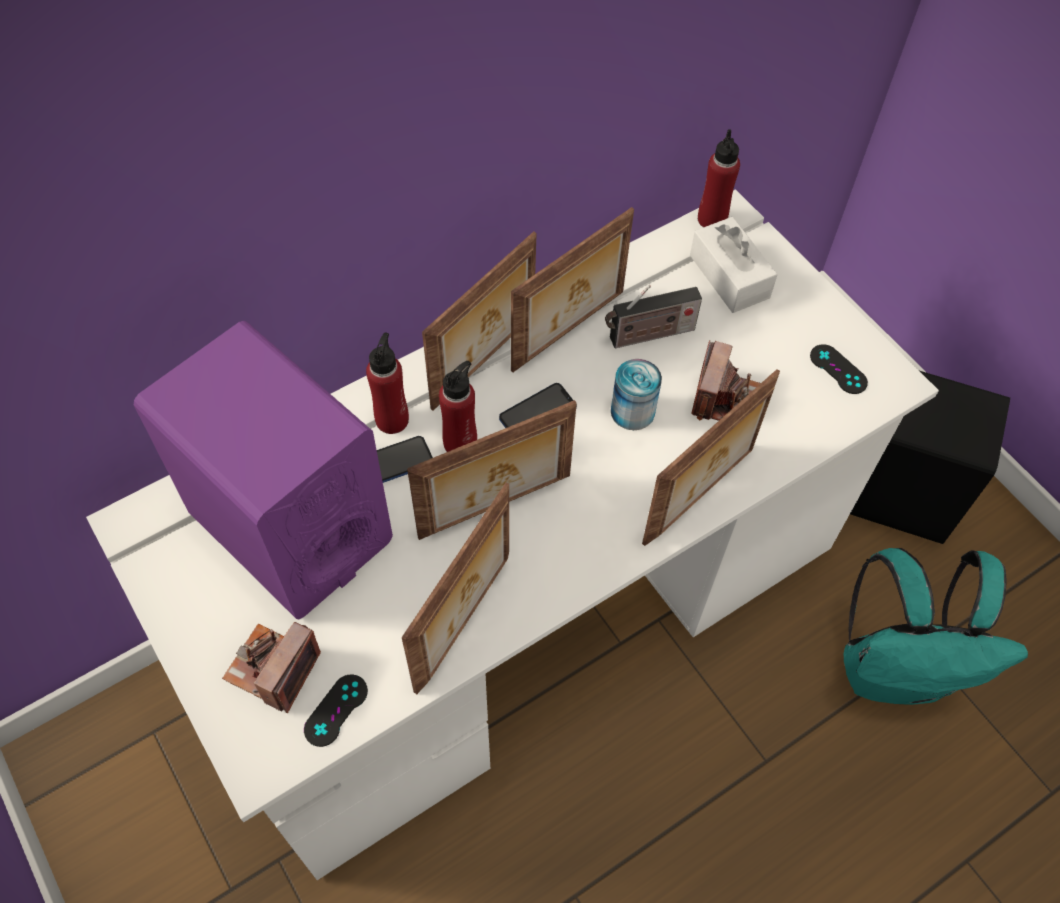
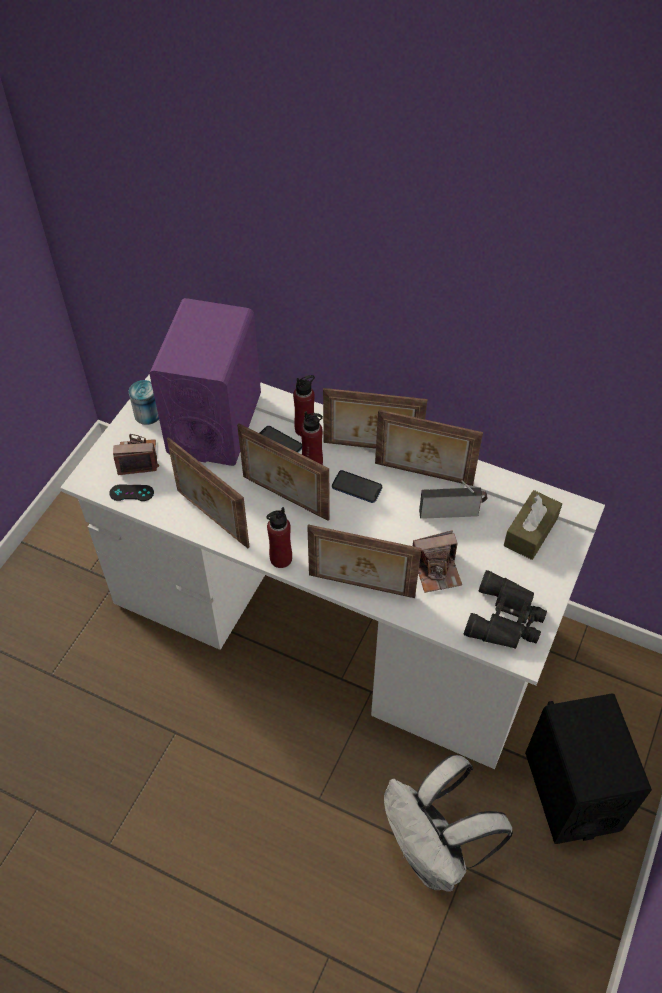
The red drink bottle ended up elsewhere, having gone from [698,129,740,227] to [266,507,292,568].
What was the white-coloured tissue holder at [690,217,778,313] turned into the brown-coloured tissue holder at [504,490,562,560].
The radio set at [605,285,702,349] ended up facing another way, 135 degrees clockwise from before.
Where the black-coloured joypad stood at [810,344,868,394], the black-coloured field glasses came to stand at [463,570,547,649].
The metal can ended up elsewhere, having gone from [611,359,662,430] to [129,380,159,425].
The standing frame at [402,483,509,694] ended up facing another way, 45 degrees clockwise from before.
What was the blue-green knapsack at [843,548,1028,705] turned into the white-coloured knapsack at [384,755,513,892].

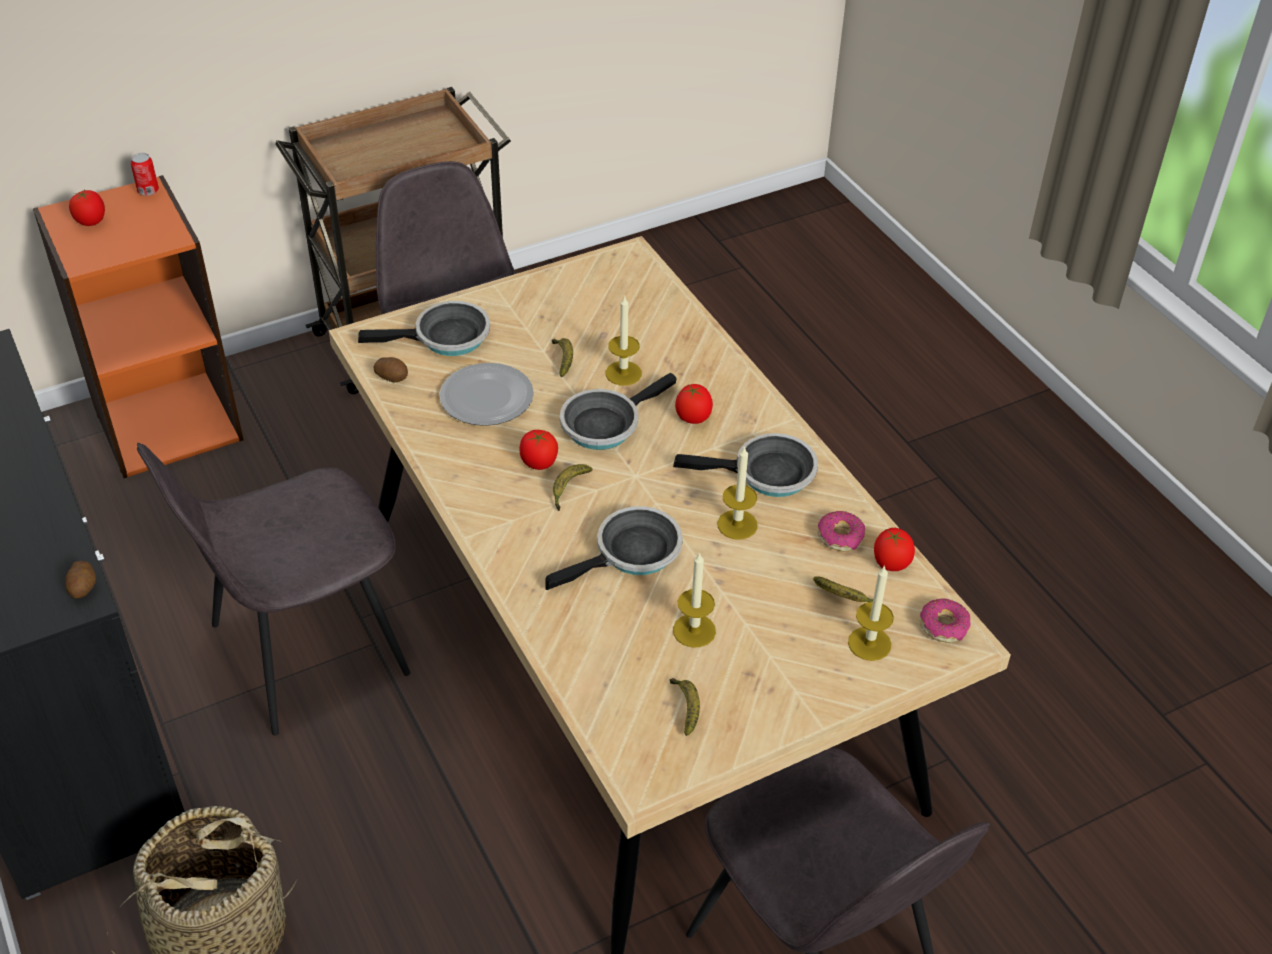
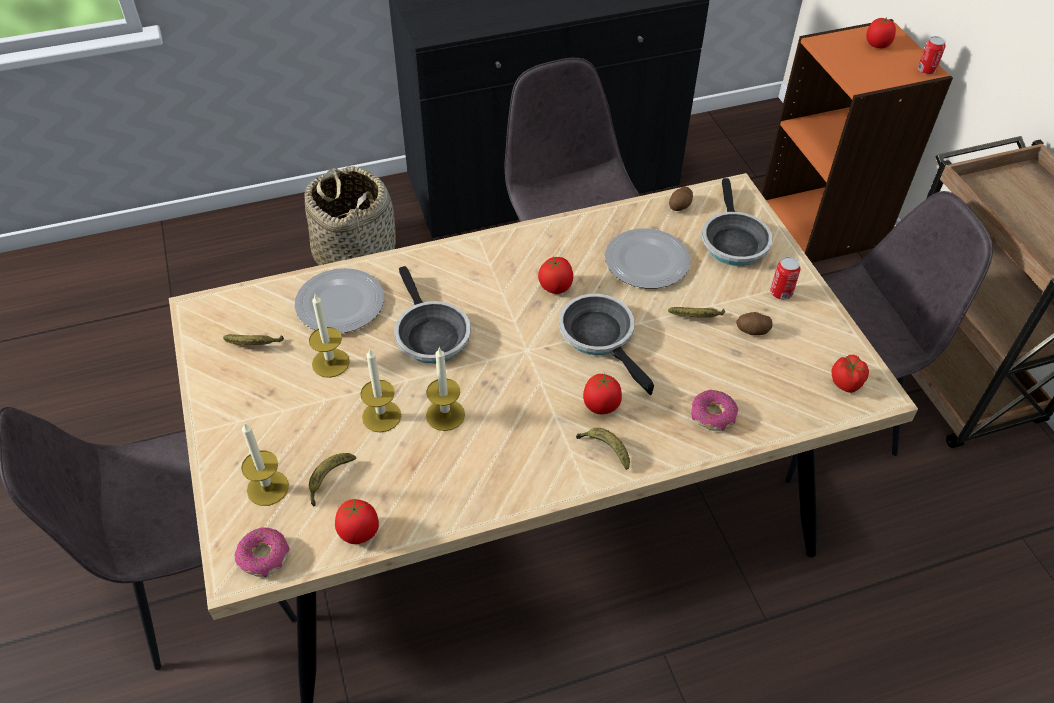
The wax candle ended up elsewhere, having gone from [606,295,642,385] to [360,348,401,433].
The second view lost the frying pan at [673,433,818,497].
The banana ended up elsewhere, having gone from [553,464,593,511] to [576,428,630,470].
The donut ended up elsewhere, having gone from [817,511,865,552] to [691,390,738,431].
The whole potato ended up elsewhere, having gone from [65,561,96,599] to [736,312,773,335].
The second view gained the metal can at [770,257,801,300].
The second view gained the flat dish at [294,268,384,333].
The second view gained the tomato at [831,355,869,393].

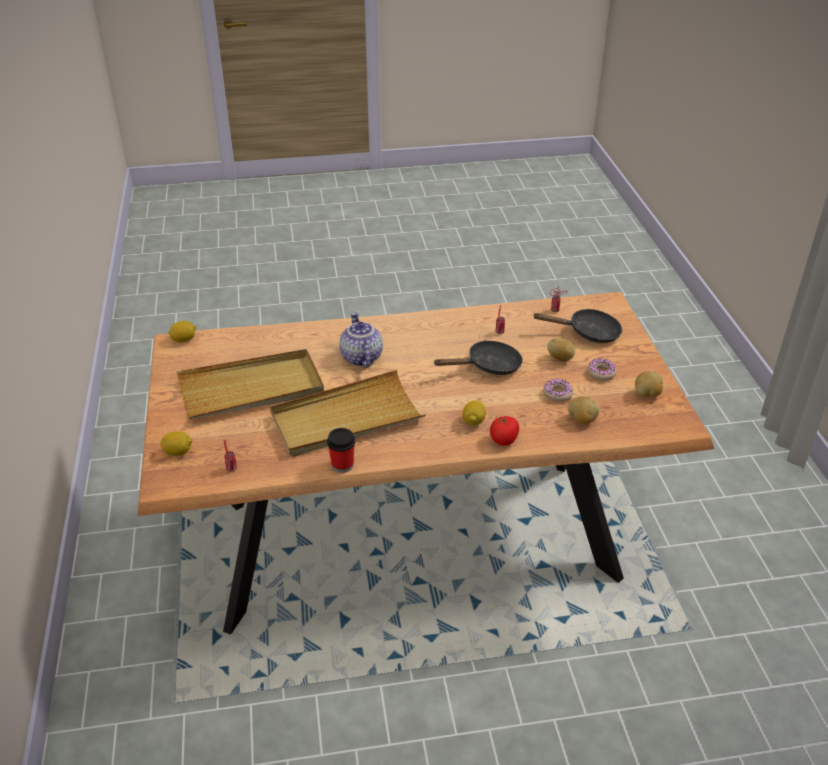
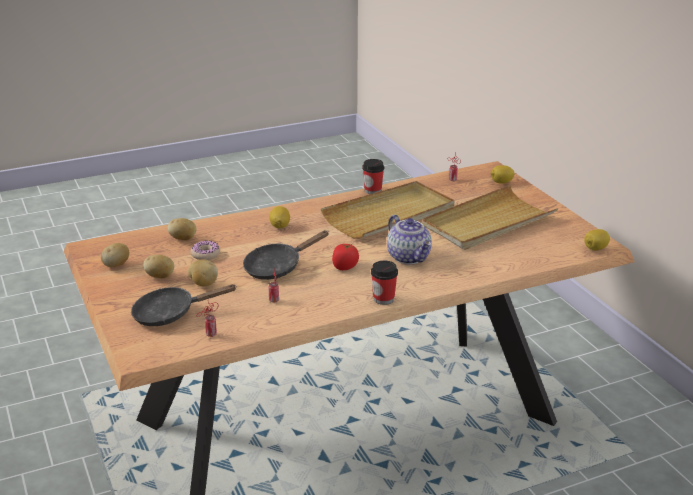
Where the donut stood at [587,358,617,381], the whole potato came to stand at [143,255,174,278].
The tomato ended up elsewhere, having gone from [490,416,519,446] to [332,244,359,270].
The second view gained the small cup at [371,261,398,305].

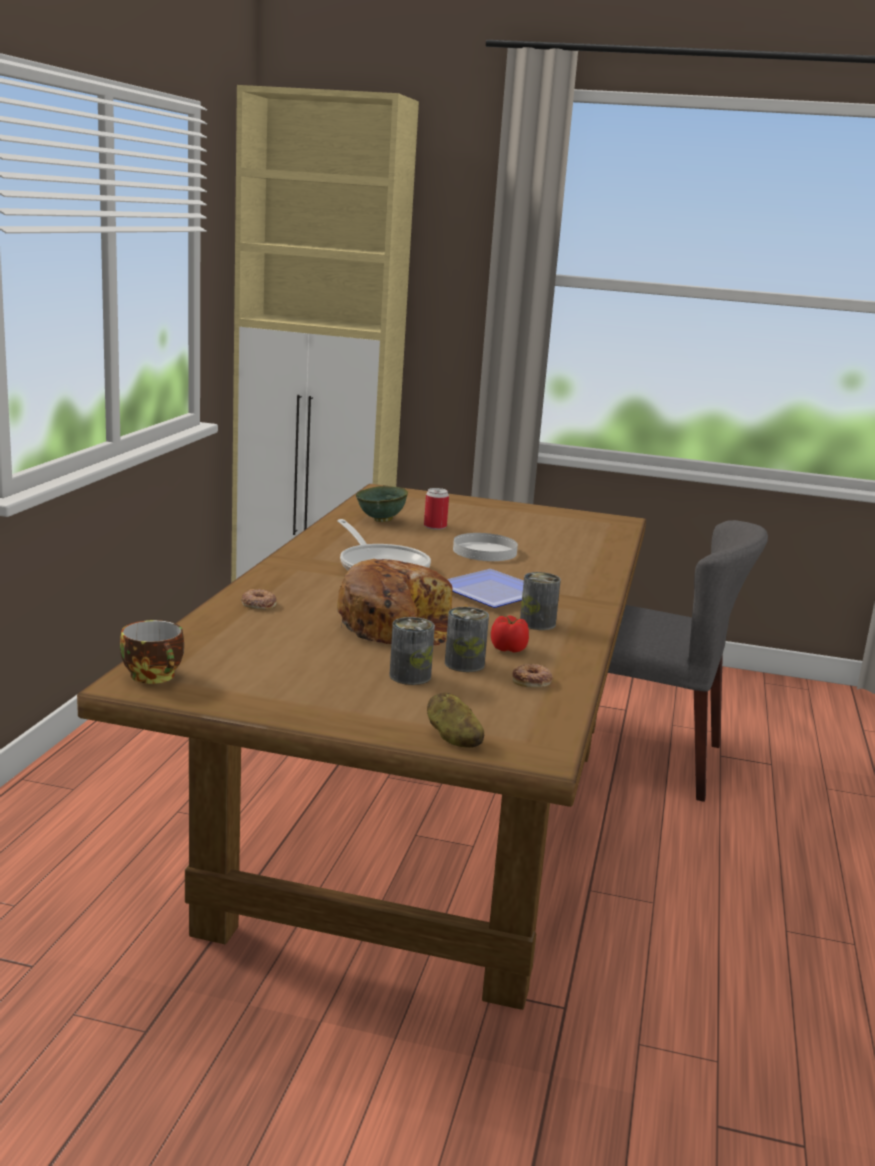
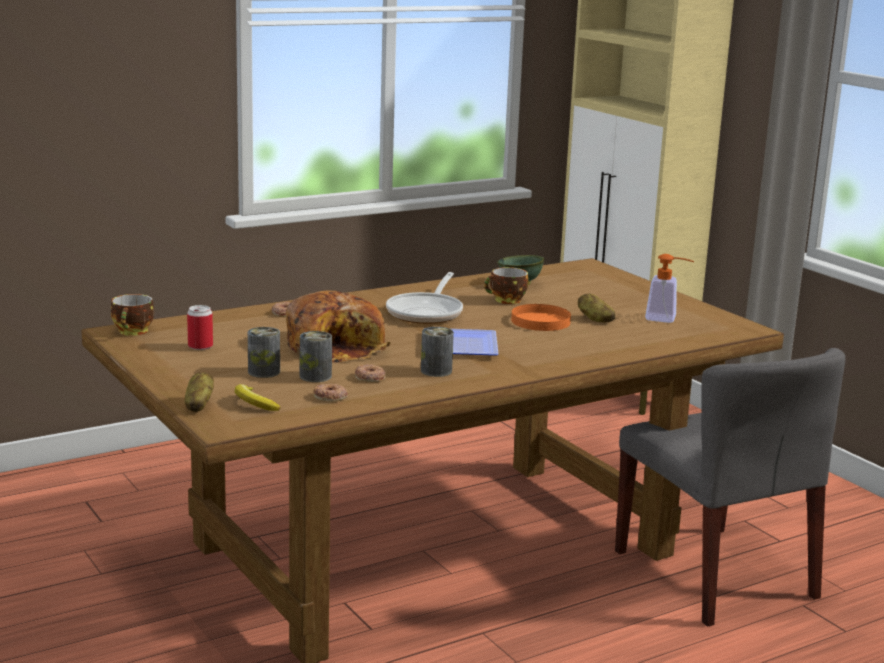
The metal can ended up elsewhere, having gone from [424,488,449,530] to [187,305,213,350].
What was the white-coloured flat dish at [453,533,518,561] turned into the orange flat dish at [511,304,571,331].
Where the tomato stood at [491,616,529,653], the donut came to stand at [355,364,385,382].
The second view gained the liquid soap bottle at [645,254,694,323].
The second view gained the small cup at [484,267,528,304].
The second view gained the whole potato at [578,293,615,322].
The second view gained the banana at [235,384,280,411].

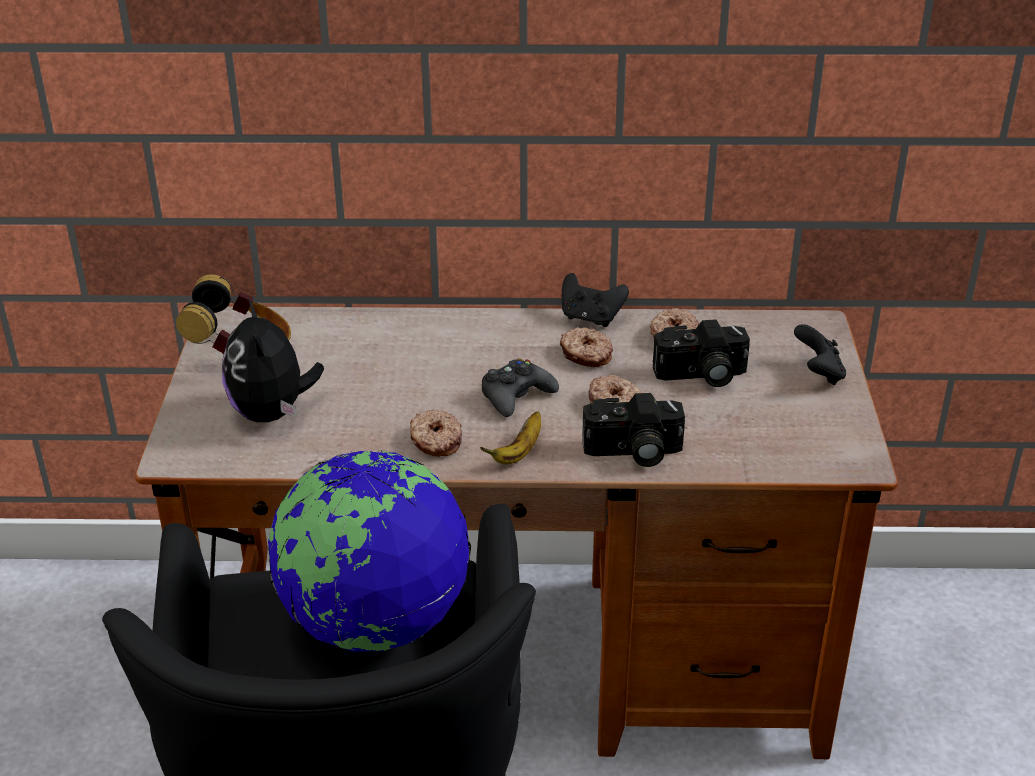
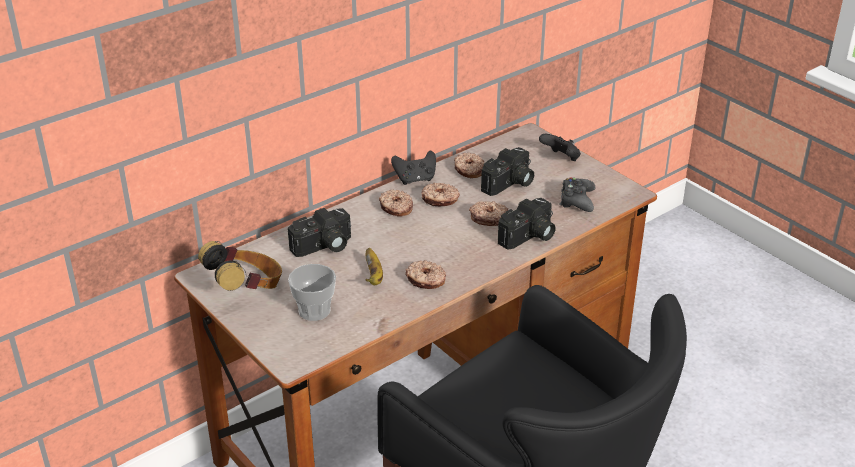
Where the soft toy stood at [222,298,324,422], the small cup came to stand at [288,264,336,321].
The black-coloured joypad ended up elsewhere, having gone from [482,358,559,417] to [559,178,595,212].
The banana ended up elsewhere, having gone from [480,411,541,464] to [366,248,383,285].
The second view lost the world globe at [268,451,471,652].
The second view gained the donut at [379,189,413,216].
The second view gained the still camera at [288,208,351,257].

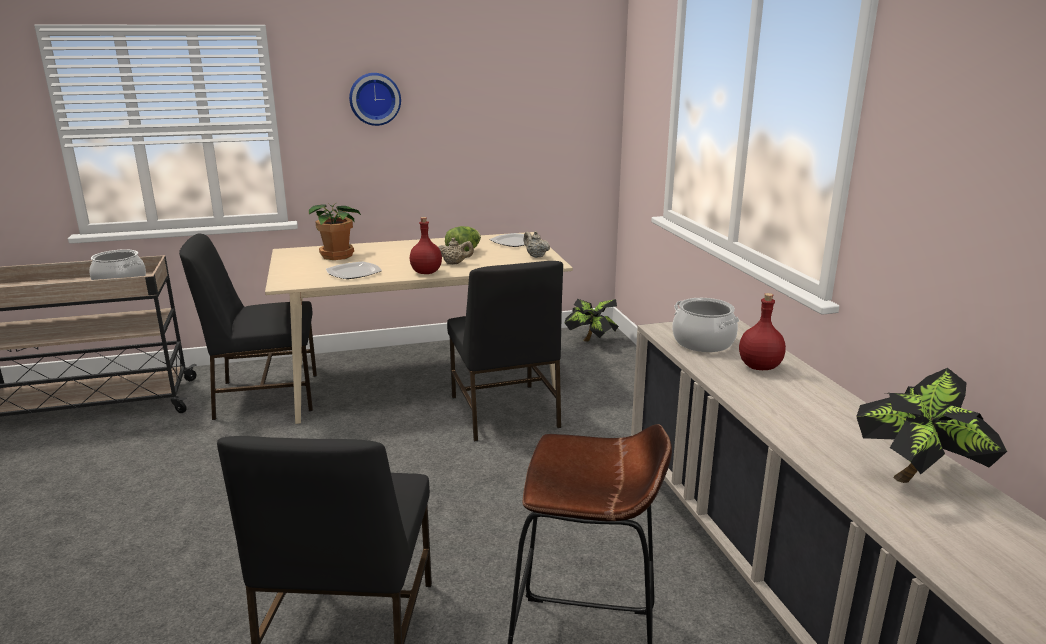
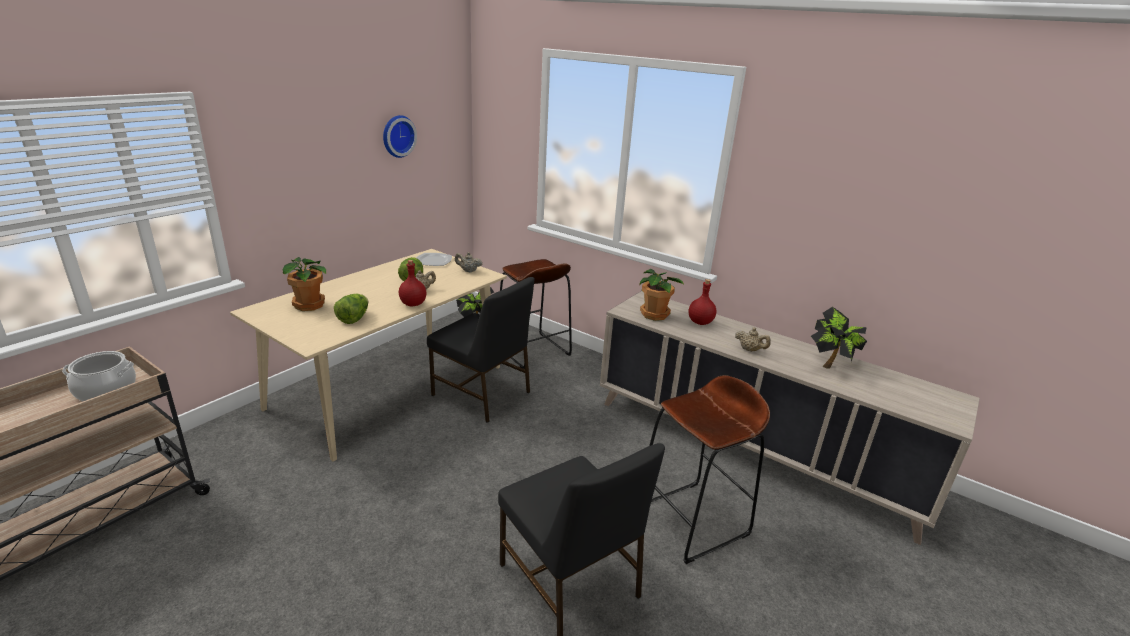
The hanging clock ended up elsewhere, having gone from [349,73,401,126] to [383,115,417,158].
The second view lost the black-coloured upright chair at [179,234,317,420].
Where the flat dish stood at [326,261,382,279], the head of lettuce came to stand at [334,294,368,324].
Where the saucepot stood at [672,298,739,352], the plant in a pot came to stand at [639,269,685,321].
The second view gained the brown-coloured stool seat at [500,259,572,369].
The second view gained the beige pot for tea at [735,327,771,352].

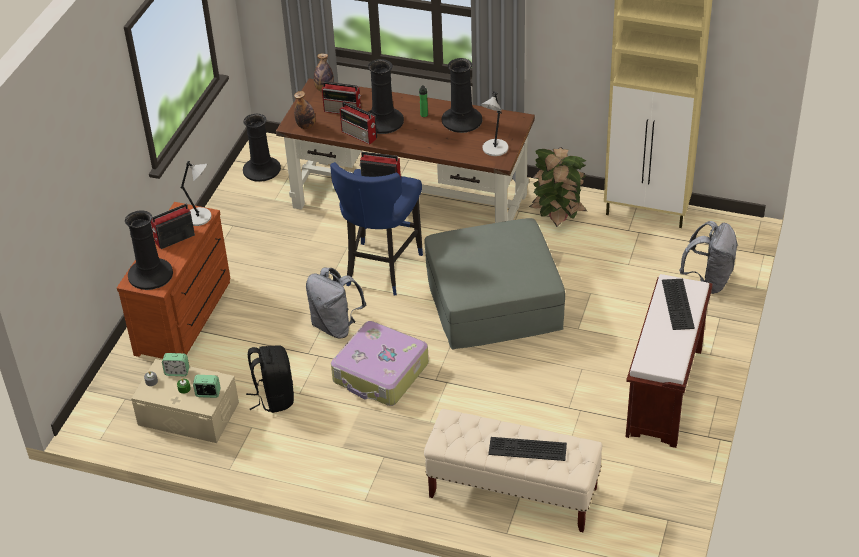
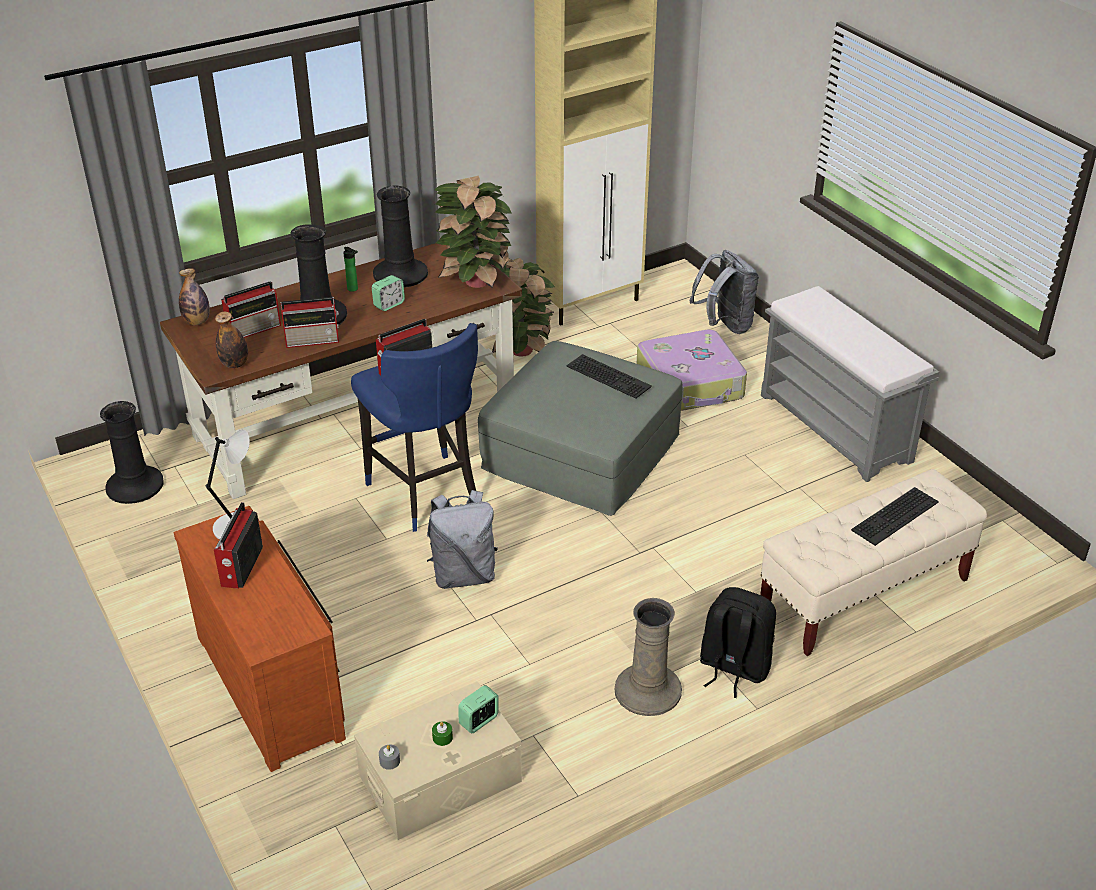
Where the greyish lamp for a table stood at [481,92,509,156], the plant in a pot came to stand at [434,176,513,288].
The second view lost the black-coloured decorative vase at [125,210,173,290].
What was the brown-coloured long seat at [626,274,713,448] turned into the greyish long seat at [761,286,939,482].
The keyboard ended up elsewhere, having gone from [662,279,695,330] to [566,354,652,399].
The piece of luggage ended up elsewhere, having gone from [331,321,429,406] to [637,329,747,411].
The black-coloured knapsack ended up elsewhere, having gone from [246,345,294,413] to [700,587,776,698].
The table clock ended up elsewhere, having gone from [162,353,189,376] to [372,275,405,311].
The second view gained the beige decorative vase at [615,598,682,716].

